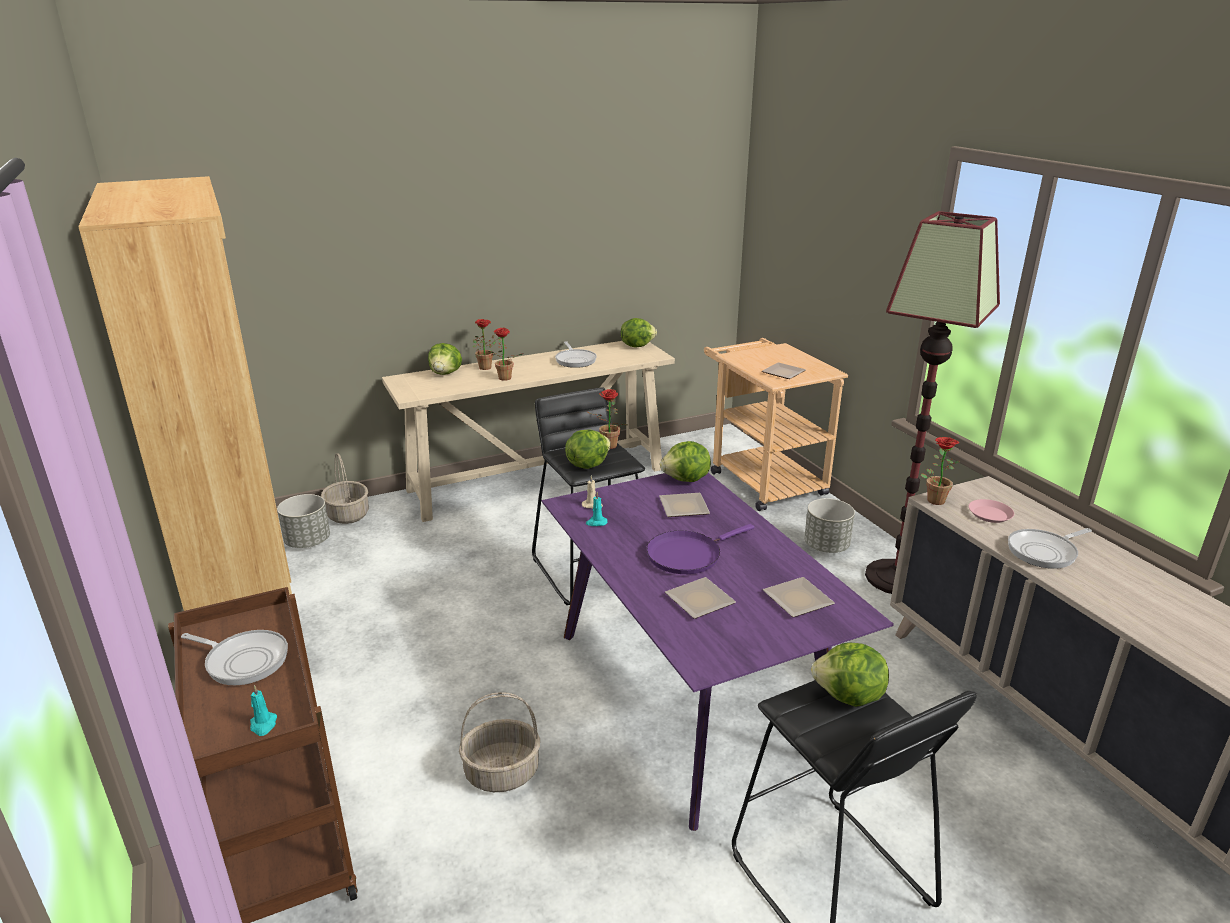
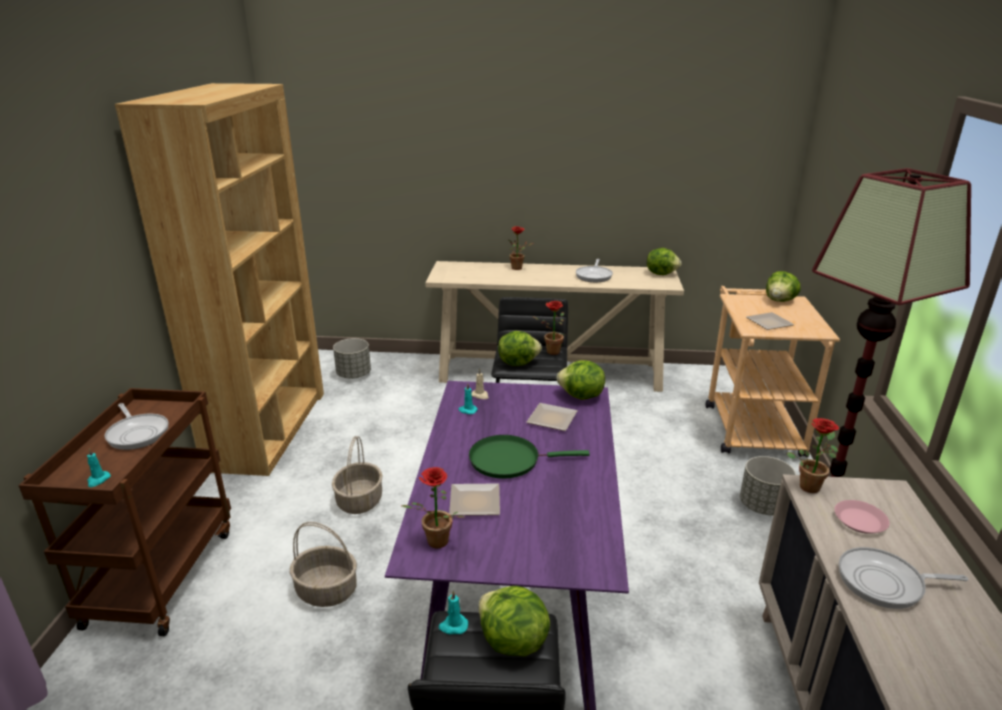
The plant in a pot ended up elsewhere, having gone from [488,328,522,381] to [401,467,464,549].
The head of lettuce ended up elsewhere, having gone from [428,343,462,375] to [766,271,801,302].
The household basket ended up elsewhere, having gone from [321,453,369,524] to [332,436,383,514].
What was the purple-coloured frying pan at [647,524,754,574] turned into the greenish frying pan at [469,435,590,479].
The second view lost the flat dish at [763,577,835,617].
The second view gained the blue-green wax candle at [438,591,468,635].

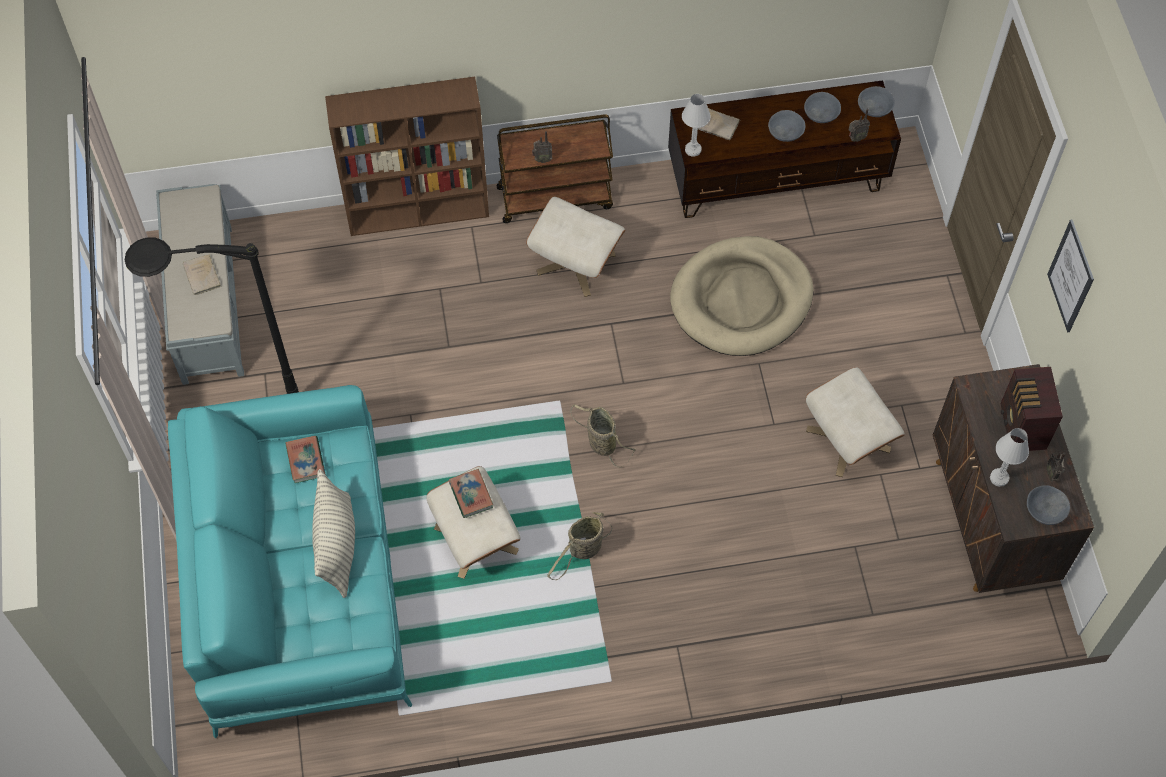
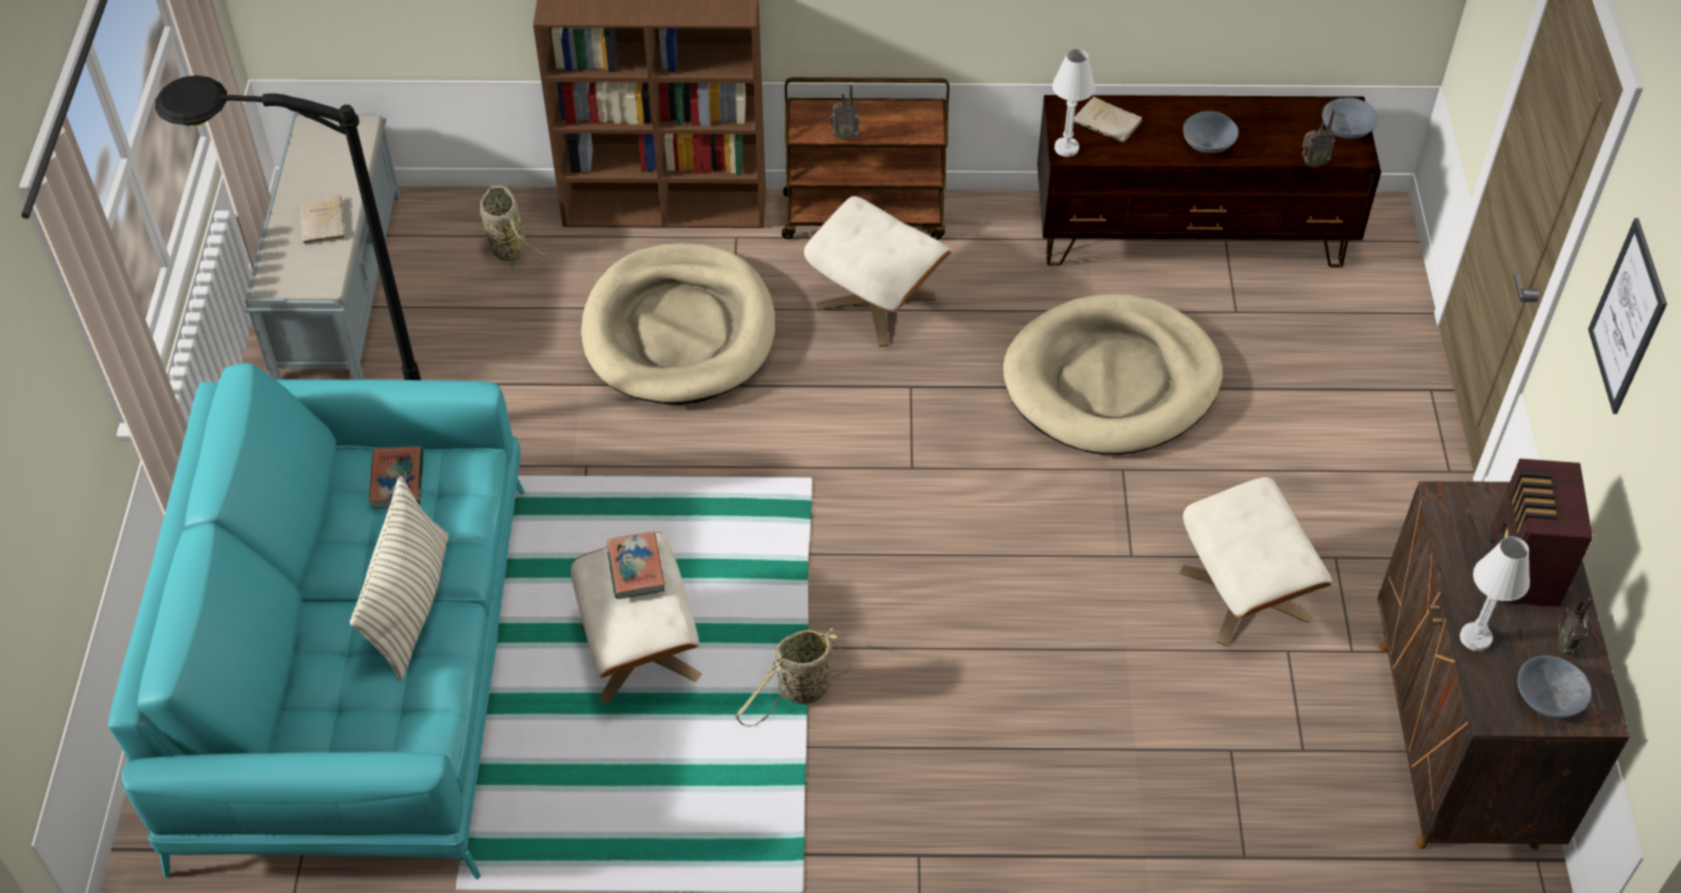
The second view lost the greyish serving bowl at [804,92,841,123].
The household basket ended up elsewhere, having gone from [570,404,636,468] to [478,186,547,276].
The second view gained the beige dog bed at [581,243,775,405].

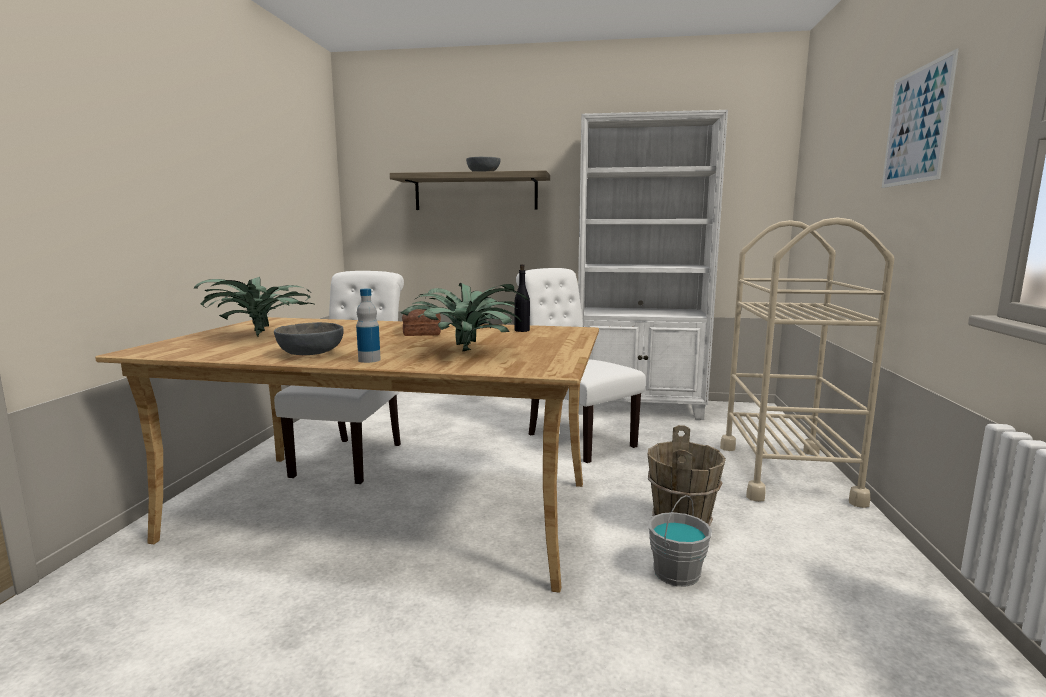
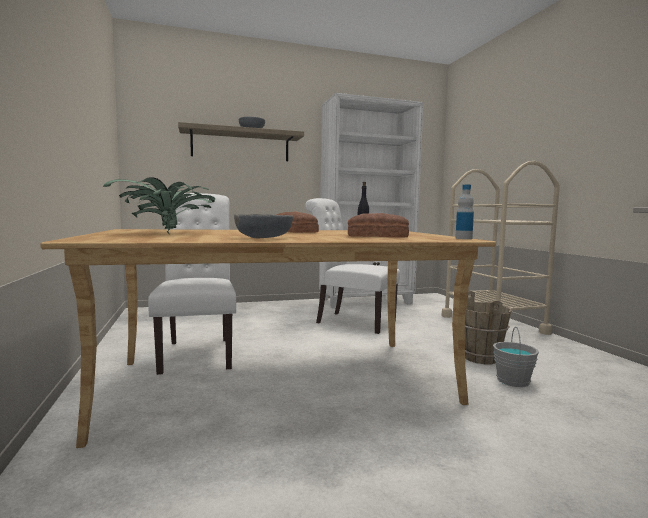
The second view lost the wall art at [882,49,959,188].
Where the plant in a pot stood at [400,283,529,352], the baked bread came to stand at [348,213,409,237].
The drink bottle ended up elsewhere, having gone from [356,289,381,363] to [455,185,474,239].

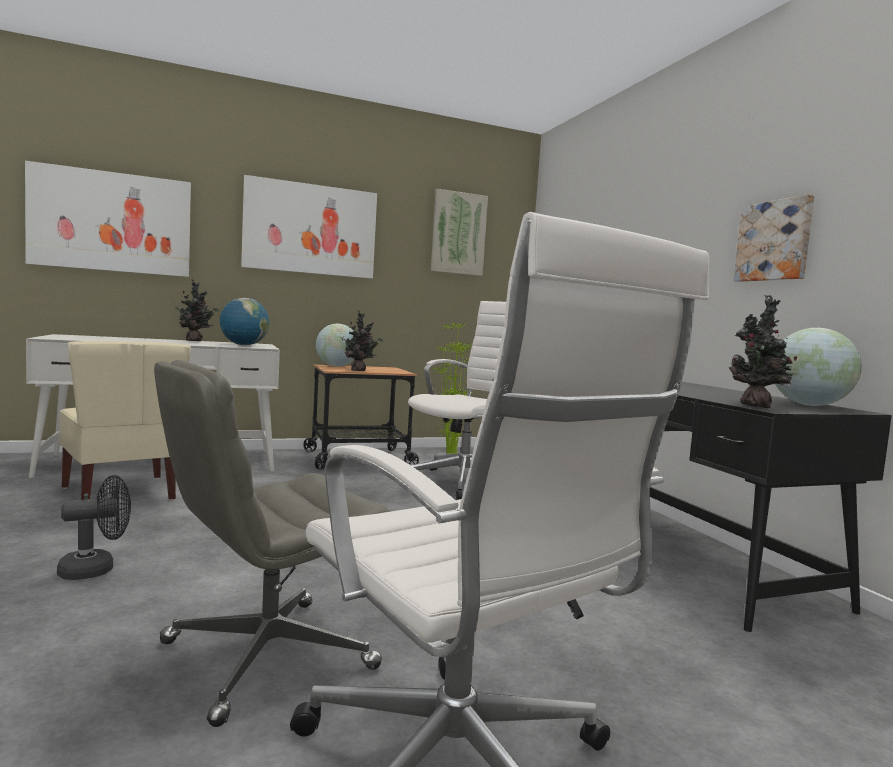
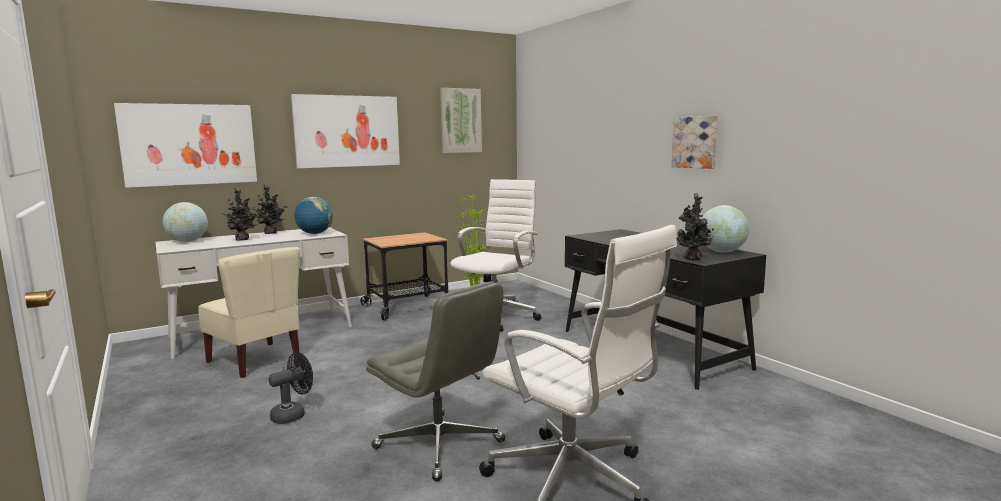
The plant in a pot ended up elsewhere, having gone from [340,310,383,371] to [219,188,261,241].
The world globe ended up elsewhere, having gone from [316,324,354,366] to [163,202,208,242].
The greyish office chair at [154,360,391,727] ended up facing another way, 90 degrees counterclockwise from before.

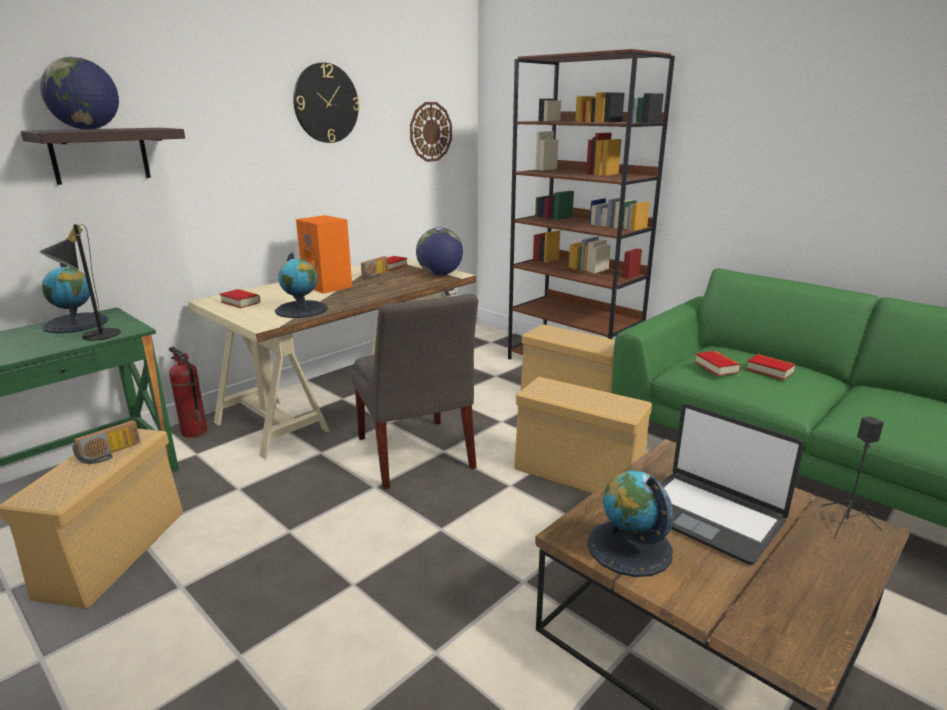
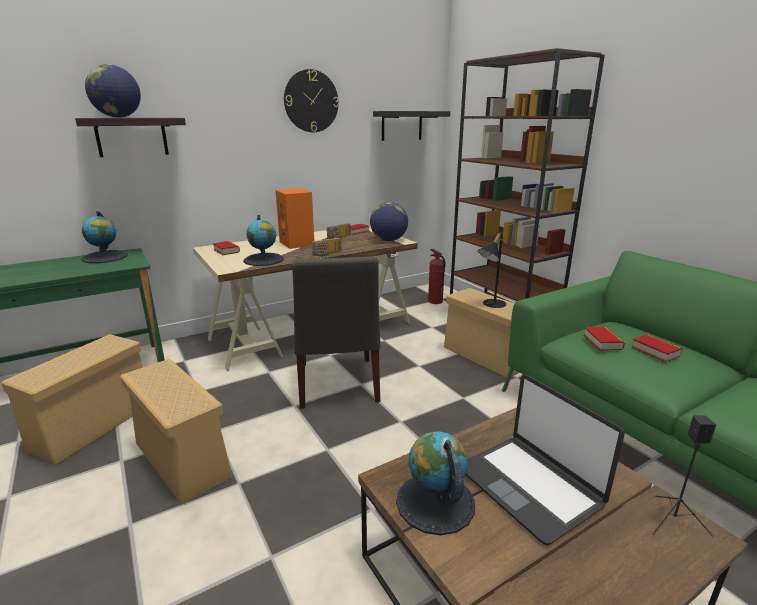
Where the hanging clock hung at [410,102,452,162], the shelf came to hang at [373,111,450,141].
The black-coloured lamp for a table ended up elsewhere, having gone from [39,224,121,341] to [478,232,506,308].
The fire-fighting cylinder ended up elsewhere, having gone from [169,347,207,438] to [428,249,445,304].
The beige storage bin ended up elsewhere, having gone from [514,377,652,494] to [120,359,232,504].
The radio set ended up elsewhere, having gone from [73,420,141,464] to [311,238,342,256].

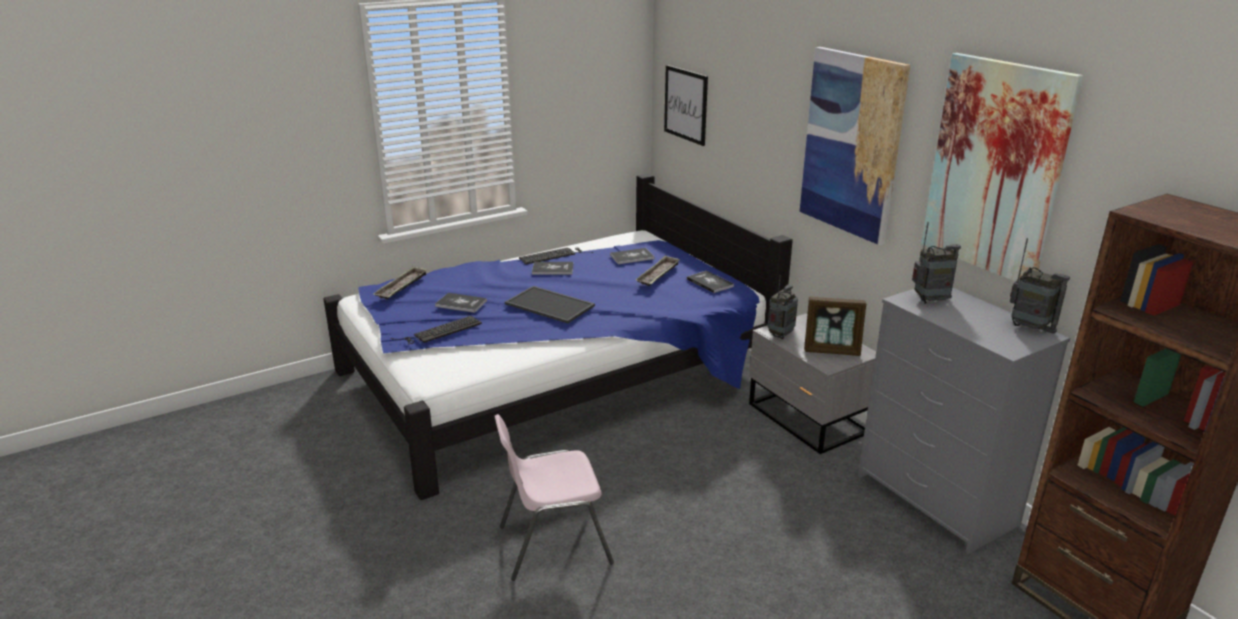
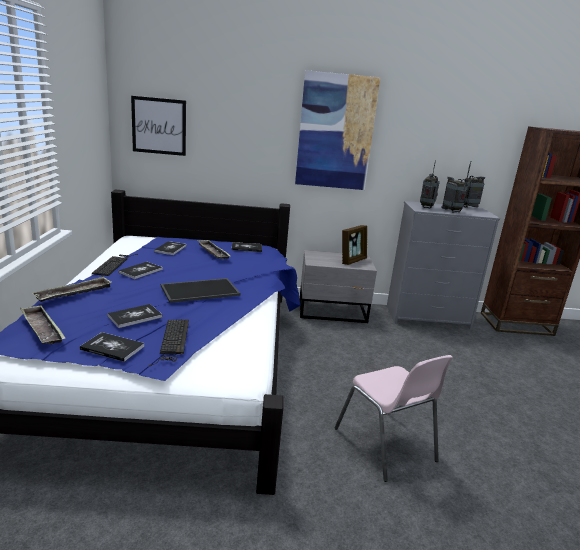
The second view lost the wall art at [921,53,1083,281].
The radio set ended up elsewhere, having gone from [768,275,798,339] to [441,164,470,213].
The pinkish upright chair at [495,414,614,581] ended up facing another way, 45 degrees counterclockwise from before.
The second view gained the tray at [32,276,112,302].
The second view gained the bound book at [80,332,144,362].

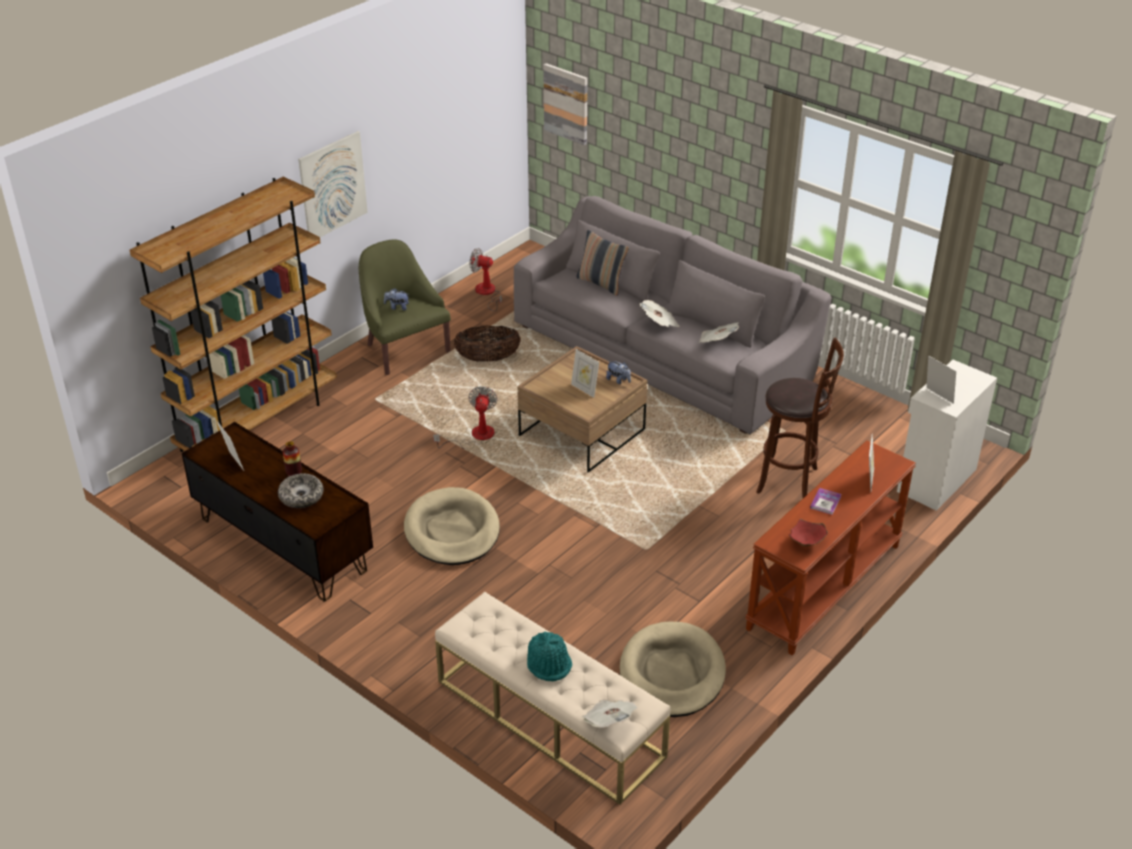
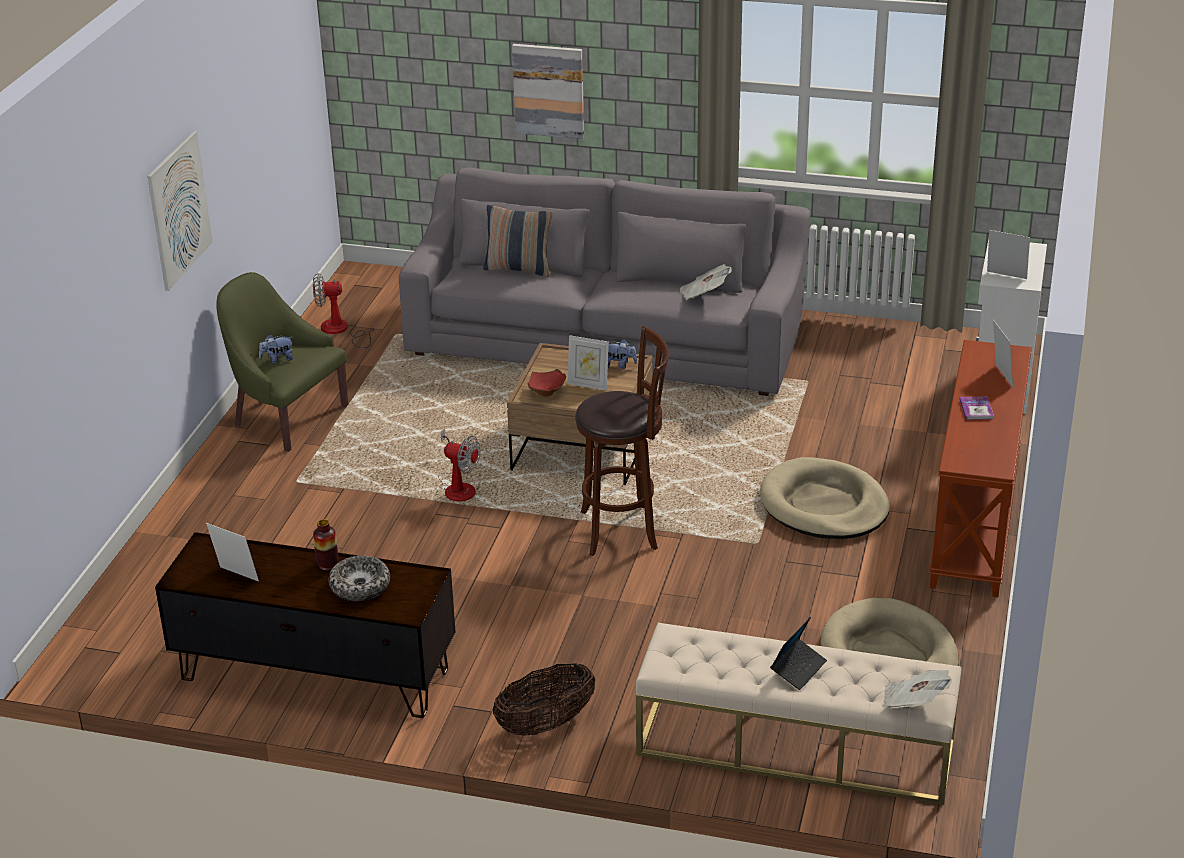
The wall art ended up elsewhere, having gone from [543,63,587,145] to [512,44,584,139].
The second view lost the brown-coloured bookshelf at [130,177,337,452].
The second view lost the daily paper at [639,300,680,327].
The household basket ended up elsewhere, having gone from [454,326,521,362] to [493,663,595,736].
The brown-coloured stool seat ended up elsewhere, having gone from [756,338,844,498] to [575,326,669,556].
The cooling fan at [433,386,498,449] ended up facing another way, 135 degrees clockwise from before.
The beige dog bed ended up elsewhere, having gone from [404,487,500,565] to [760,457,890,539].
The red serving bowl ended up elsewhere, having gone from [789,519,828,547] to [527,369,566,397].
Where the blue-green clothing hat stood at [527,631,572,682], the portable computer came to stand at [770,617,827,690].

